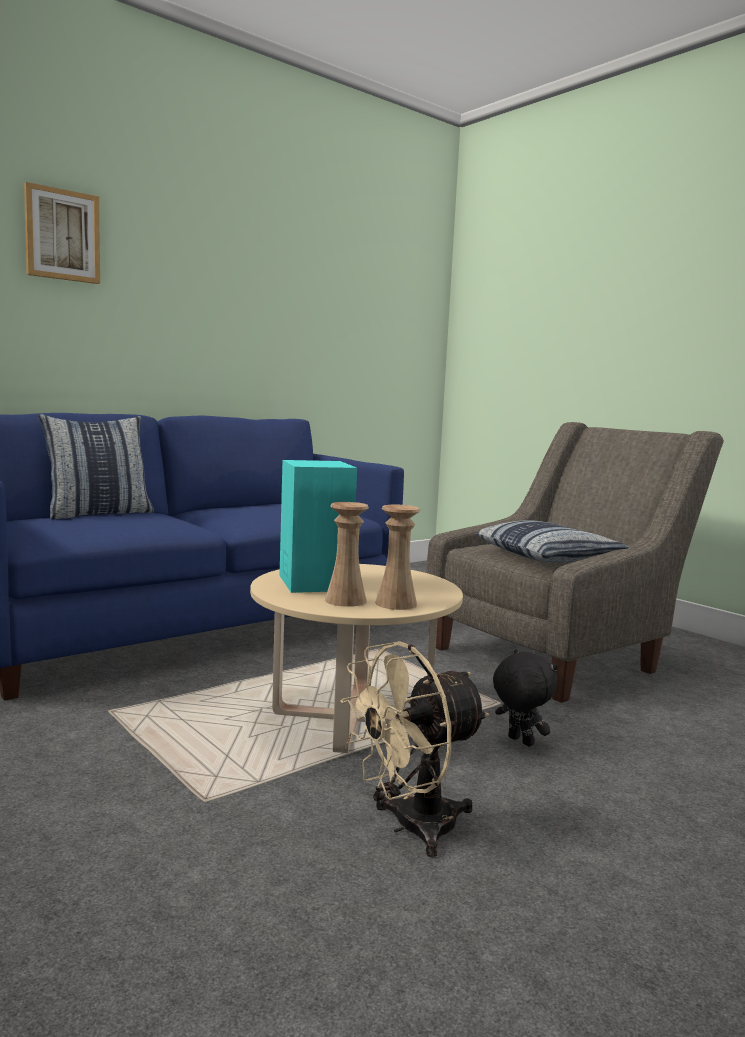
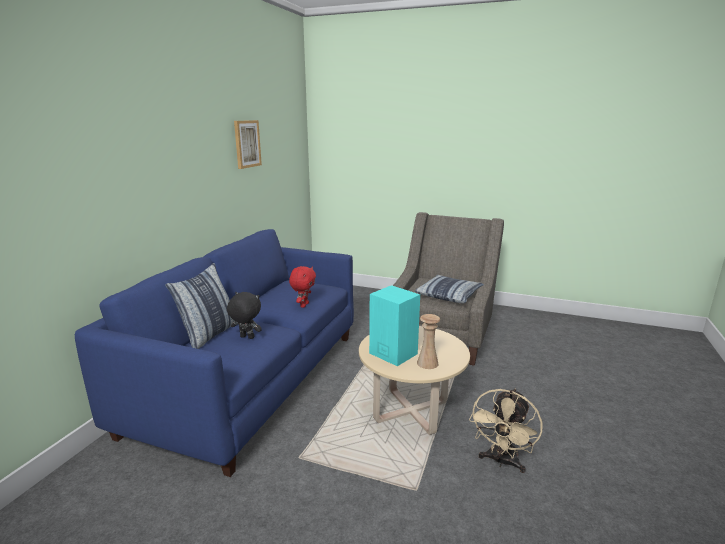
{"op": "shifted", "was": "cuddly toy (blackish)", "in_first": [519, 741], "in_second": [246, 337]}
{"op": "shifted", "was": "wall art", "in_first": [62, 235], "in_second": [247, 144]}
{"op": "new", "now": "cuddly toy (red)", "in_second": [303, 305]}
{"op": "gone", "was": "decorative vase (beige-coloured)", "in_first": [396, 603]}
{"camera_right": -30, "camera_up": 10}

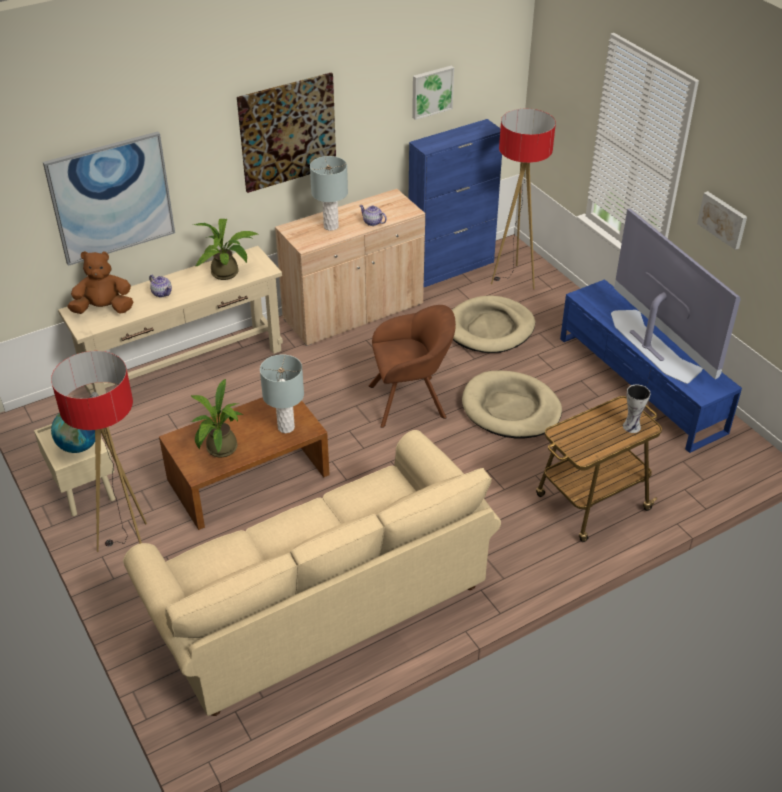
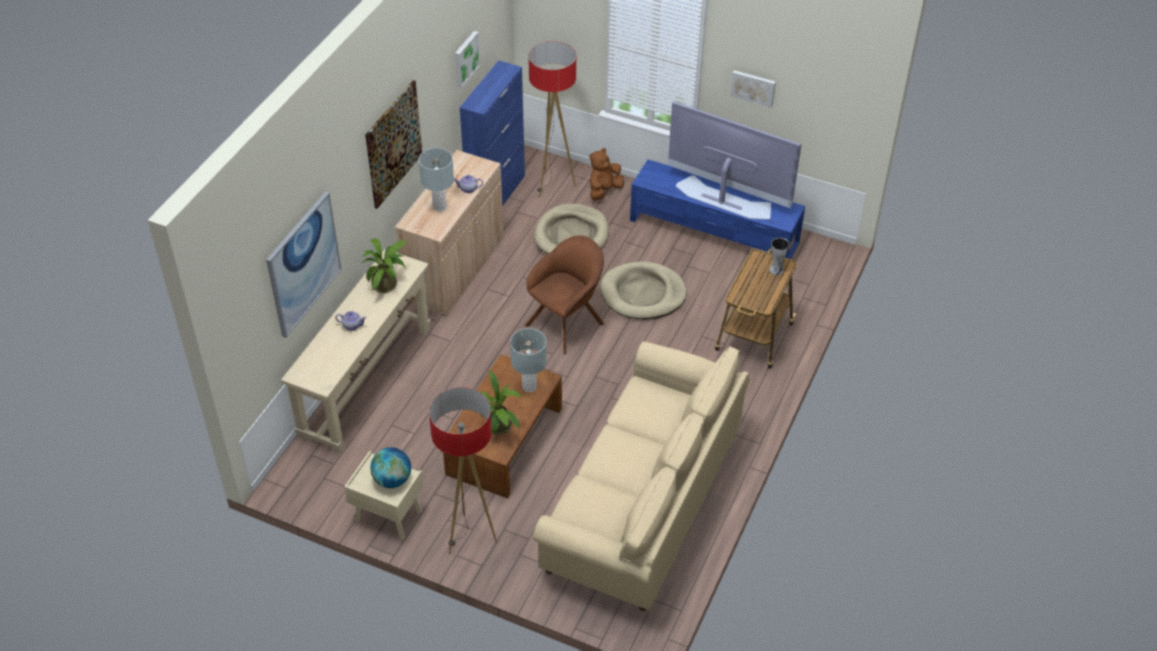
{"op": "shifted", "was": "cuddly toy (brown-coloured)", "in_first": [104, 309], "in_second": [604, 191]}
{"camera_right": -35, "camera_up": 5}

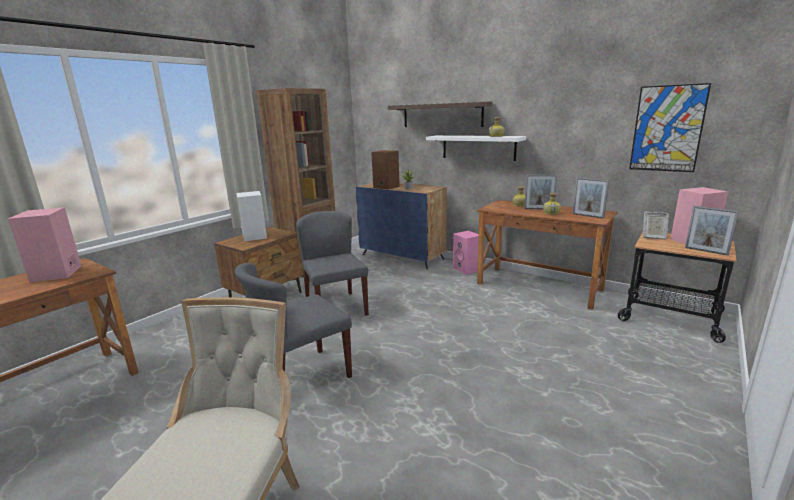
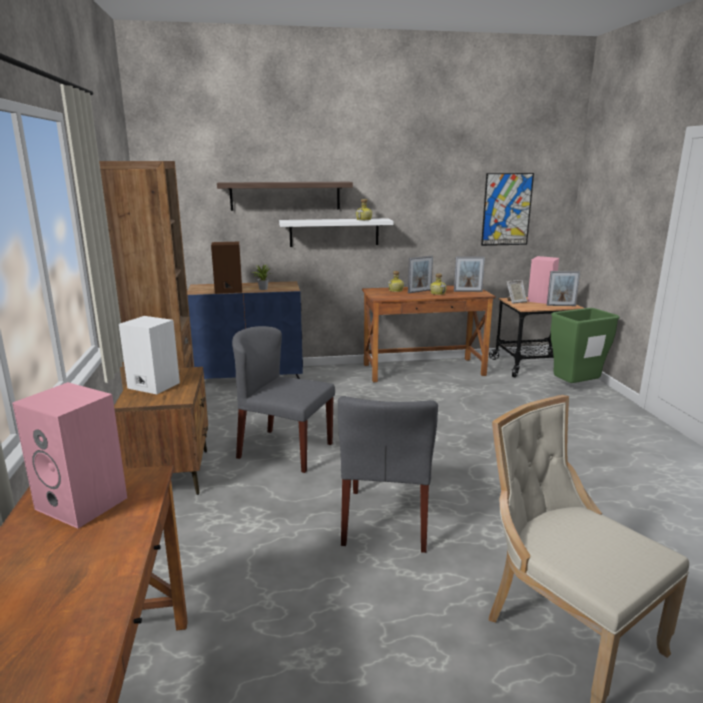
{"op": "new", "now": "trash can (greenish)", "in_second": [574, 388]}
{"op": "gone", "was": "loudspeaker (pink-coloured)", "in_first": [467, 269]}
{"camera_right": -45, "camera_up": 0}

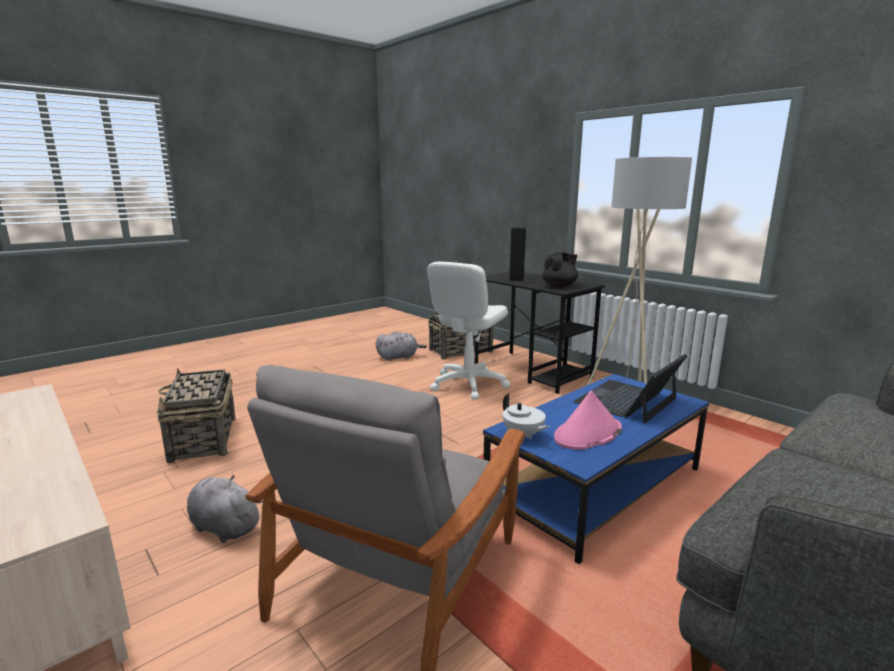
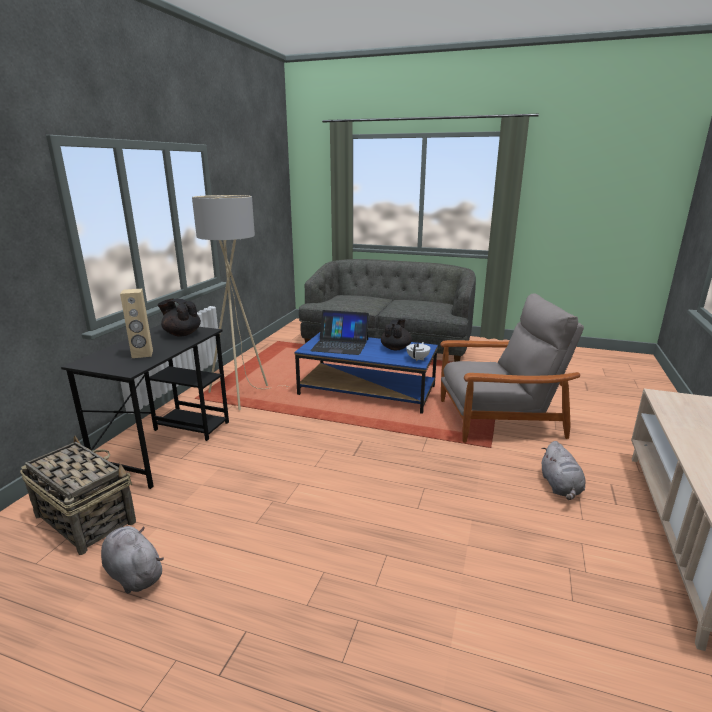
{"op": "repainted", "was": "loudspeaker (blackish)", "now": "loudspeaker (beige-coloured)", "in_first": [516, 279], "in_second": [142, 354]}
{"op": "swapped", "was": "hat (pink-coloured)", "now": "pot for tea (blackish)", "in_first": [587, 434], "in_second": [396, 348]}
{"op": "gone", "was": "household basket", "in_first": [203, 439]}
{"op": "gone", "was": "computer chair (white-coloured)", "in_first": [468, 384]}
{"camera_right": -120, "camera_up": 5}

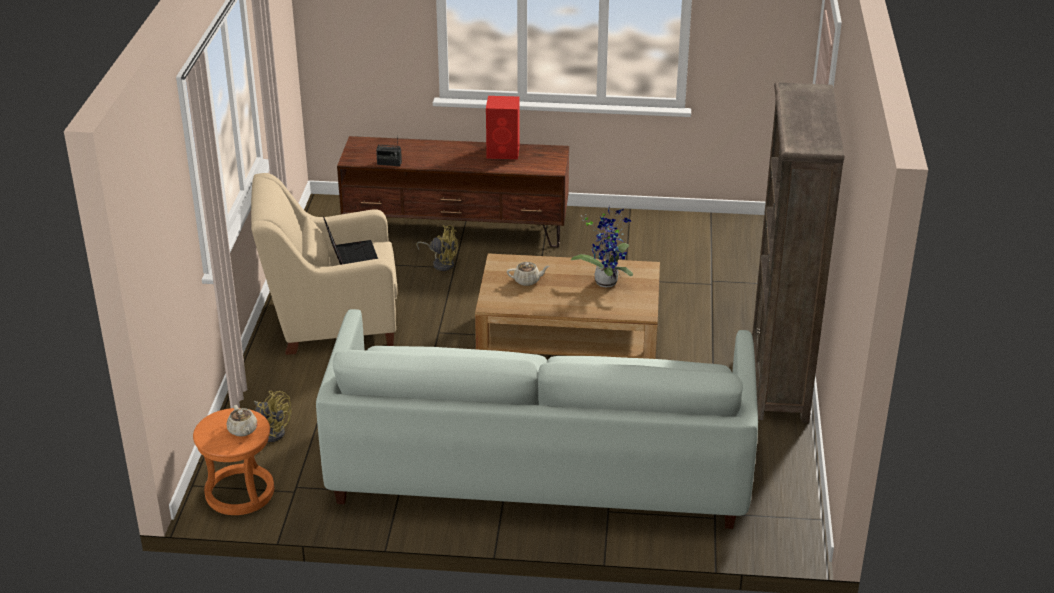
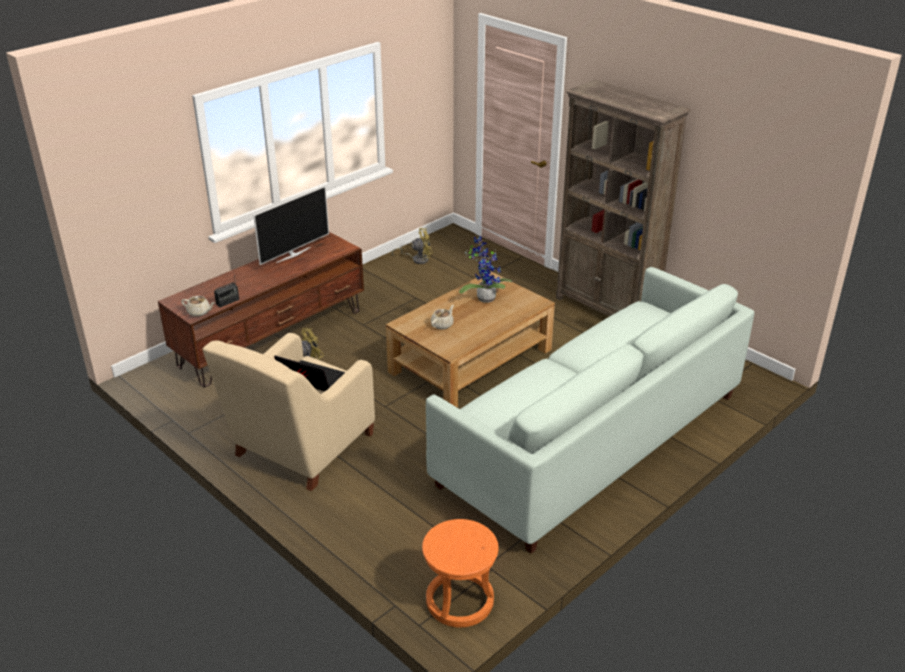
{"op": "shifted", "was": "pot for tea (beige-coloured)", "in_first": [243, 430], "in_second": [199, 312]}
{"op": "swapped", "was": "loudspeaker (red)", "now": "television", "in_first": [504, 152], "in_second": [293, 254]}
{"op": "shifted", "was": "fan (yellowish)", "in_first": [272, 431], "in_second": [417, 259]}
{"camera_right": -50, "camera_up": 0}

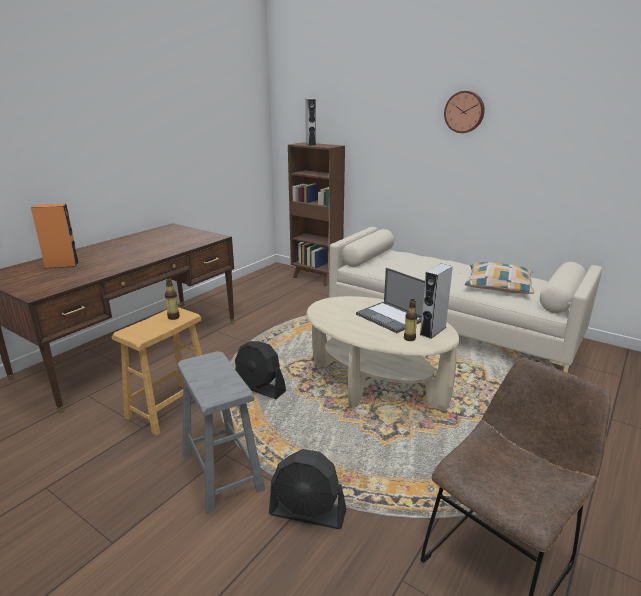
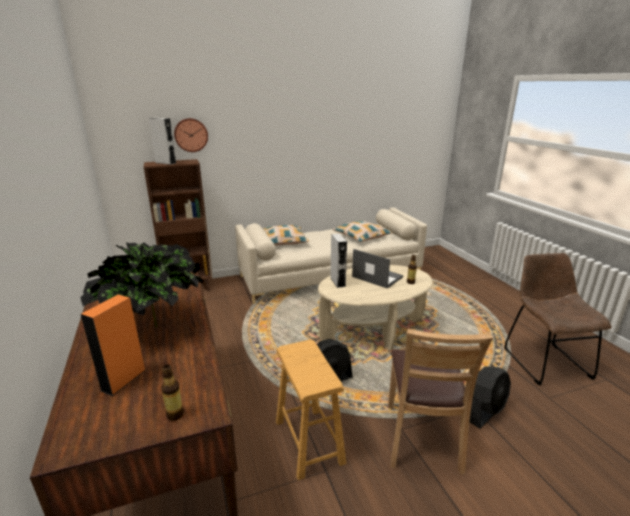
{"op": "new", "now": "houseplant", "in_second": [153, 328]}
{"op": "shifted", "was": "bottle", "in_first": [173, 317], "in_second": [175, 415]}
{"op": "shifted", "was": "hanging clock", "in_first": [464, 112], "in_second": [191, 135]}
{"op": "new", "now": "cushion", "in_second": [283, 241]}
{"op": "shifted", "was": "loudspeaker (gray)", "in_first": [433, 331], "in_second": [337, 282]}
{"op": "rotated", "was": "notebook computer", "in_first": [391, 317], "in_second": [376, 277], "clockwise": -135}
{"op": "swapped", "was": "sitting stool (gray)", "now": "upright chair (brown-coloured)", "in_first": [221, 472], "in_second": [421, 438]}
{"camera_right": -55, "camera_up": 0}

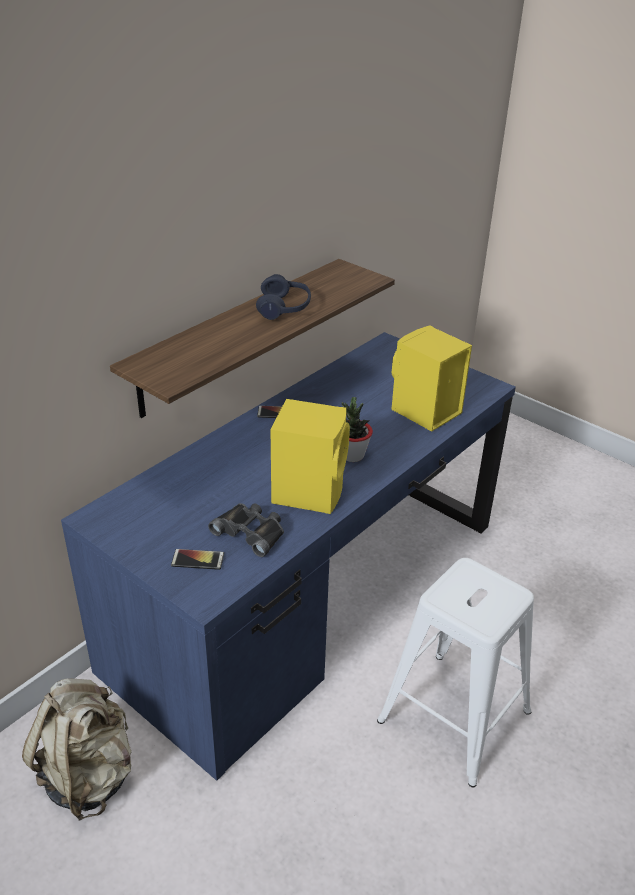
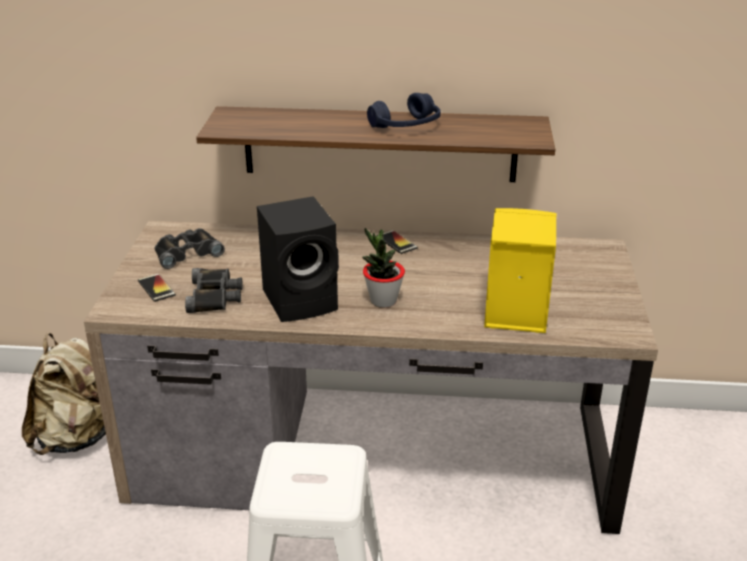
{"op": "repainted", "was": "desk (bluish)", "now": "desk (brown-coloured)", "in_first": [310, 594], "in_second": [373, 454]}
{"op": "new", "now": "field glasses (blackish)", "in_second": [187, 253]}
{"op": "repainted", "was": "loudspeaker (yellowish)", "now": "loudspeaker (blackish)", "in_first": [309, 491], "in_second": [303, 300]}
{"camera_right": 55, "camera_up": -5}

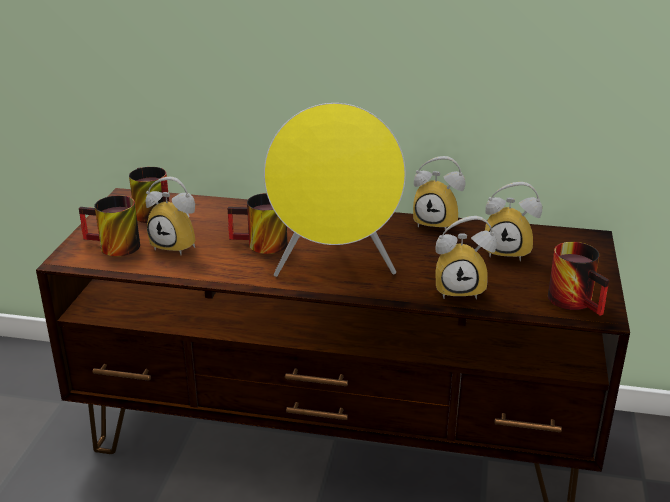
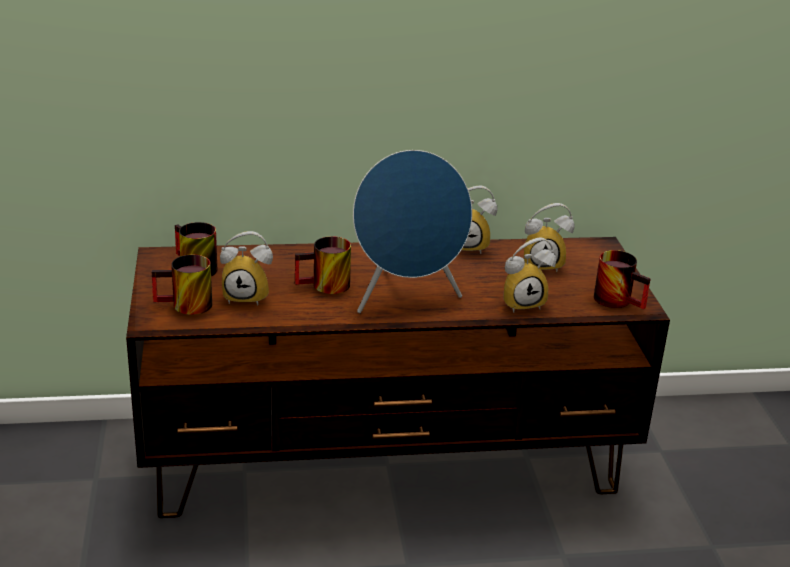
{"op": "repainted", "was": "loudspeaker (yellowish)", "now": "loudspeaker (bluish)", "in_first": [335, 268], "in_second": [406, 299]}
{"camera_right": -20, "camera_up": 0}

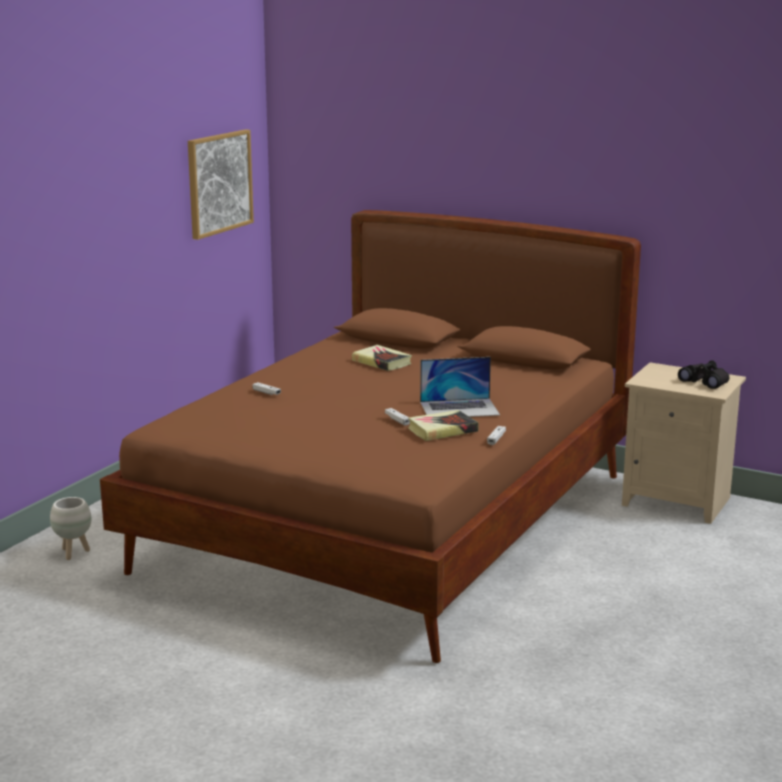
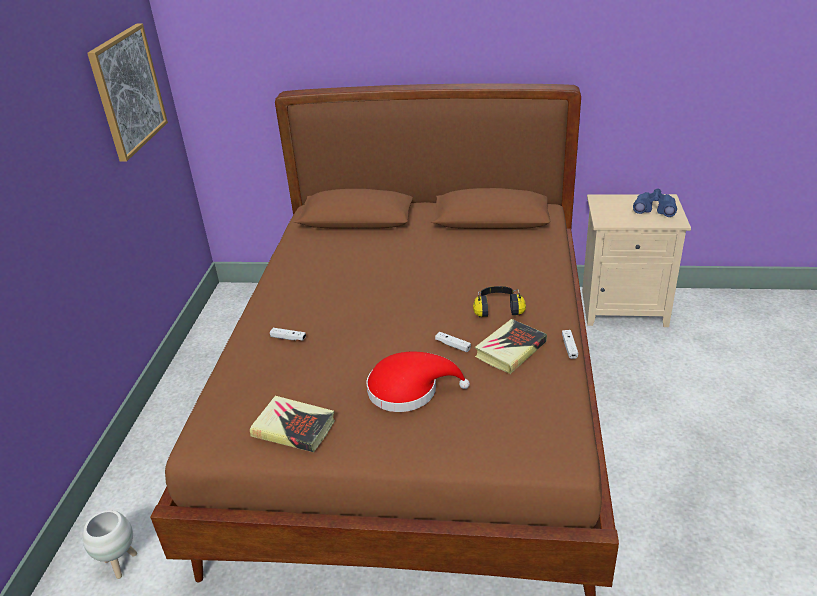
{"op": "shifted", "was": "bound book", "in_first": [382, 362], "in_second": [293, 428]}
{"op": "new", "now": "hat (red)", "in_second": [409, 390]}
{"op": "swapped", "was": "notebook computer", "now": "pair of headphones", "in_first": [459, 408], "in_second": [498, 309]}
{"op": "repainted", "was": "field glasses (blackish)", "now": "field glasses (bluish)", "in_first": [705, 382], "in_second": [654, 209]}
{"camera_right": -20, "camera_up": 15}

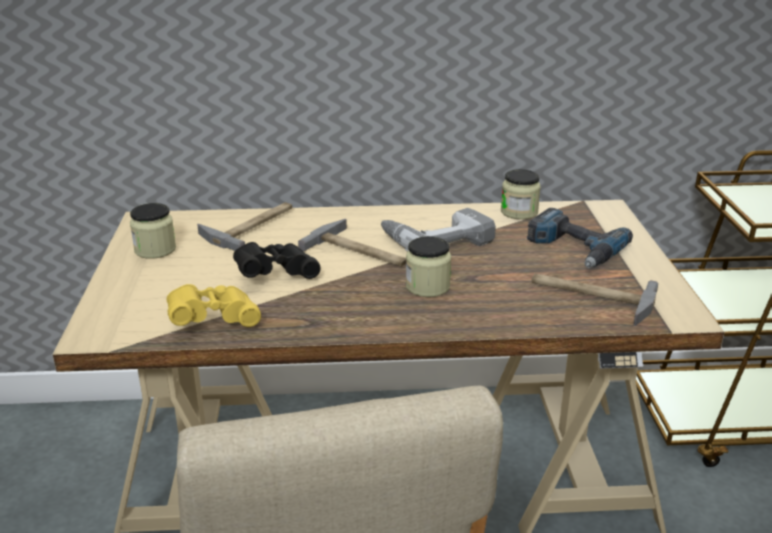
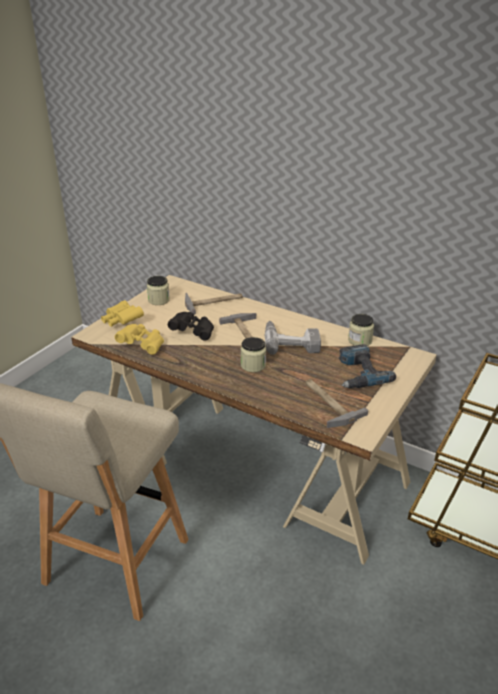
{"op": "new", "now": "field glasses (yellowish)", "in_second": [121, 321]}
{"camera_right": 35, "camera_up": 5}

